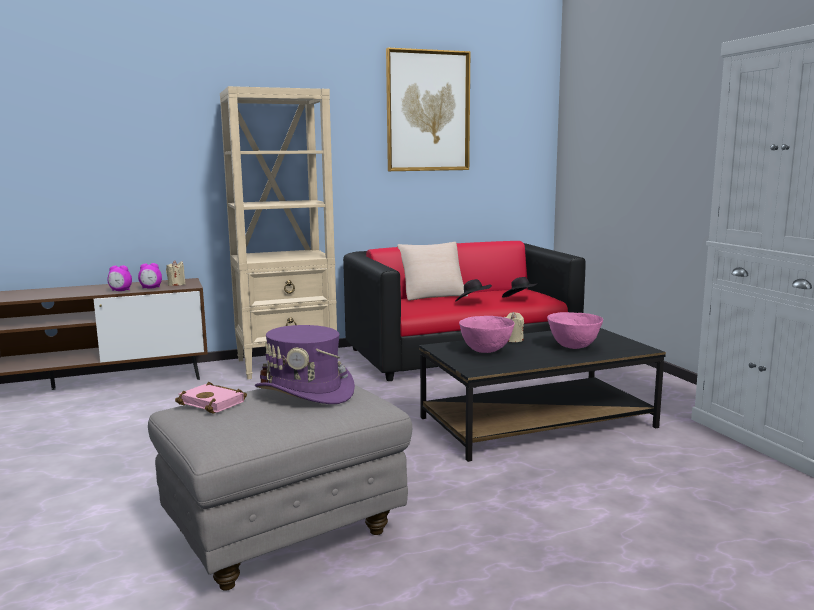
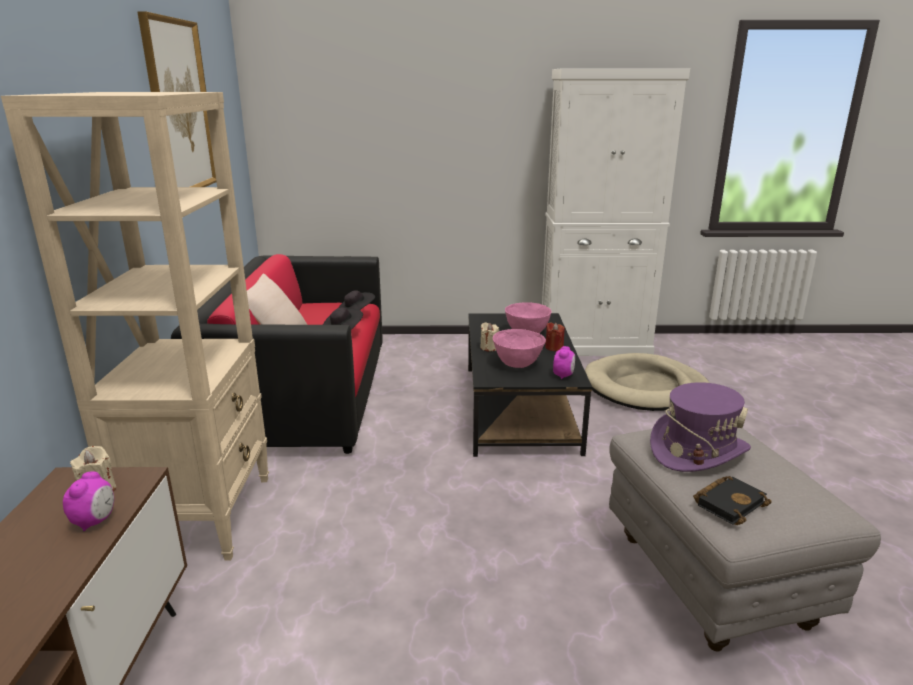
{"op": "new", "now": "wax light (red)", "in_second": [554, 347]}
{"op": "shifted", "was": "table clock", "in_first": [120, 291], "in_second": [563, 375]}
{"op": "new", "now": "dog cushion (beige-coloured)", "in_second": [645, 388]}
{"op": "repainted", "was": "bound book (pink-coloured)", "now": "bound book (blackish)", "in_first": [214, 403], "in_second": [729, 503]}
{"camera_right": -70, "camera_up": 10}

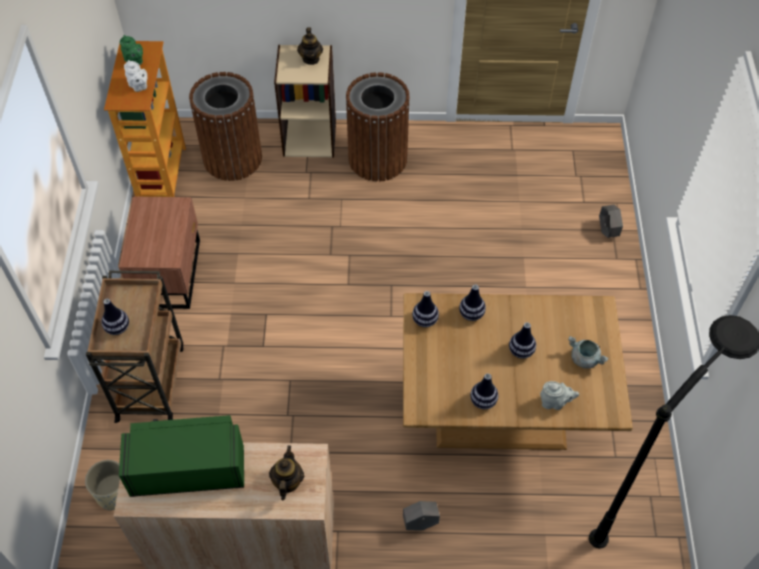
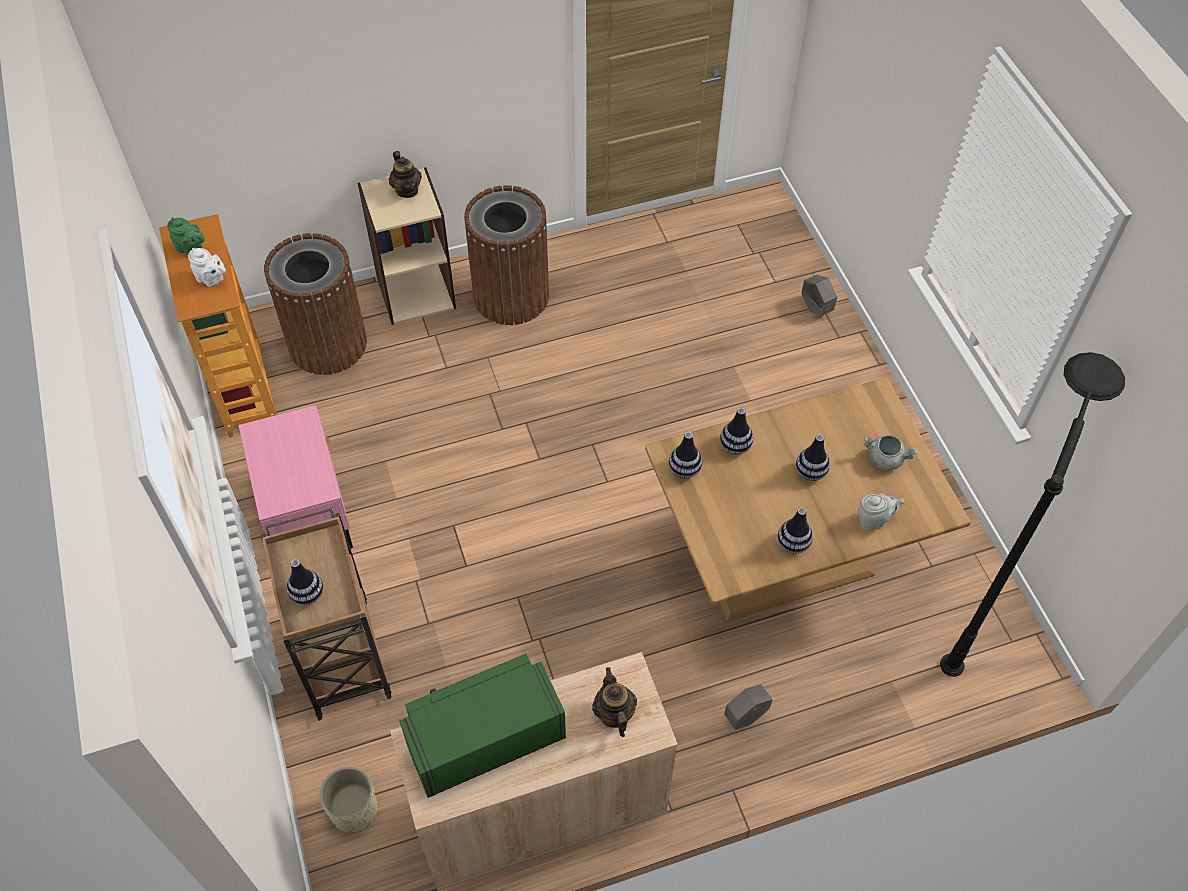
{"op": "repainted", "was": "nightstand (brown-coloured)", "now": "nightstand (pink-coloured)", "in_first": [170, 272], "in_second": [307, 509]}
{"camera_right": -20, "camera_up": 0}

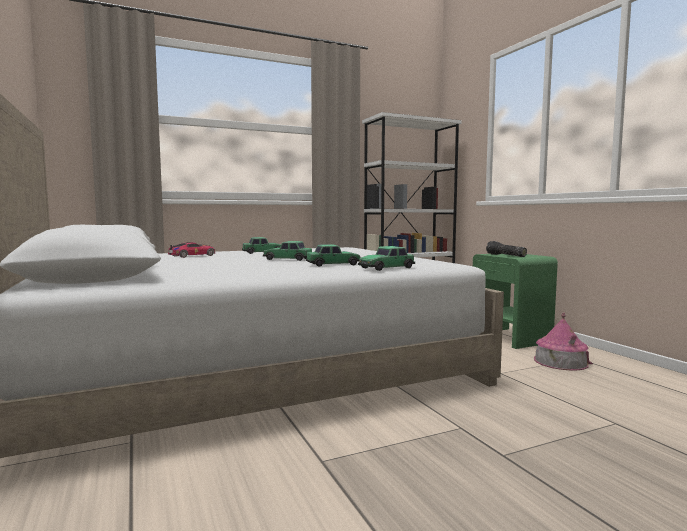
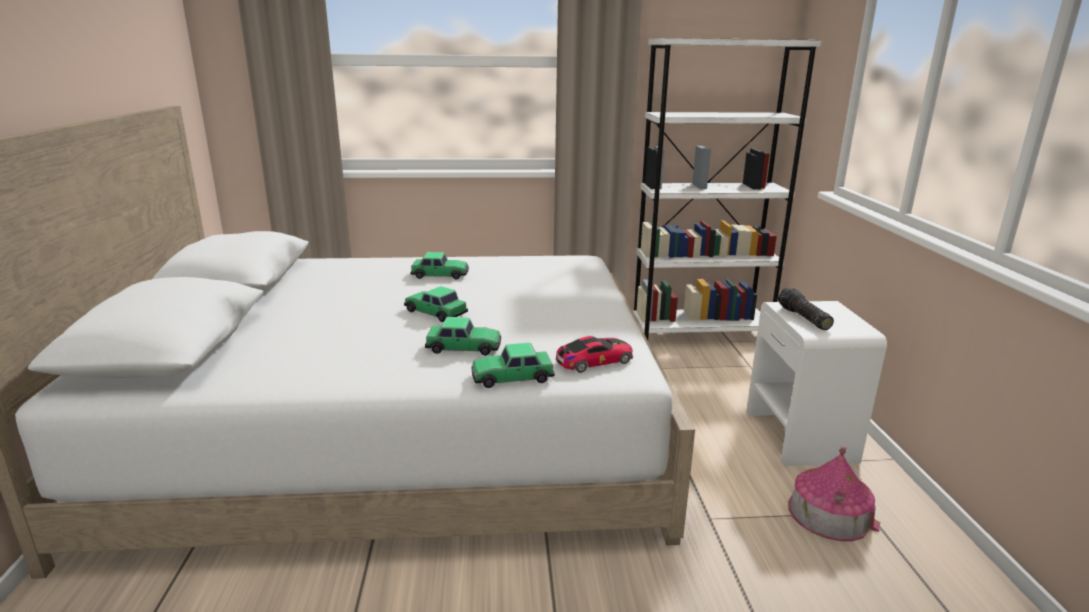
{"op": "shifted", "was": "miniature car", "in_first": [192, 256], "in_second": [594, 361]}
{"op": "repainted", "was": "nightstand (greenish)", "now": "nightstand (white-coloured)", "in_first": [510, 337], "in_second": [800, 436]}
{"camera_right": 20, "camera_up": 15}

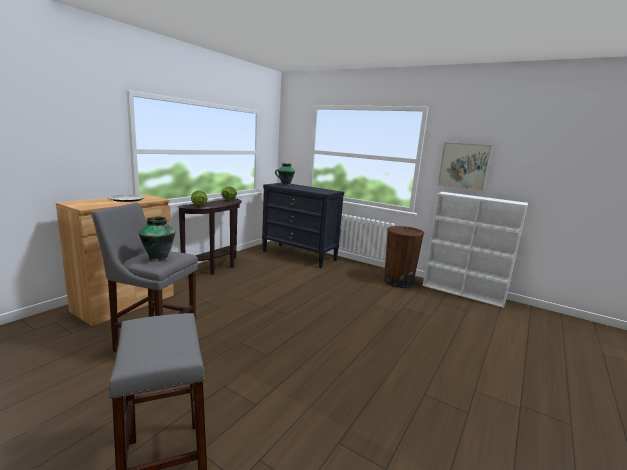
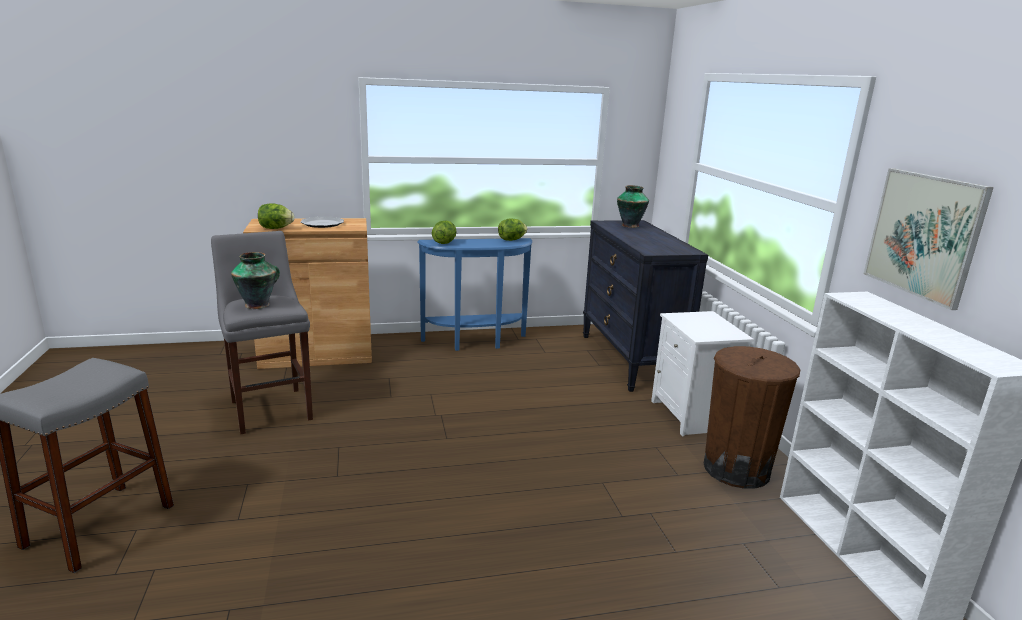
{"op": "new", "now": "lettuce head", "in_second": [275, 228]}
{"op": "repainted", "was": "console table (brown-coloured)", "now": "console table (bluish)", "in_first": [216, 268], "in_second": [476, 343]}
{"op": "new", "now": "nightstand (white-coloured)", "in_second": [692, 416]}
{"camera_right": 45, "camera_up": 5}

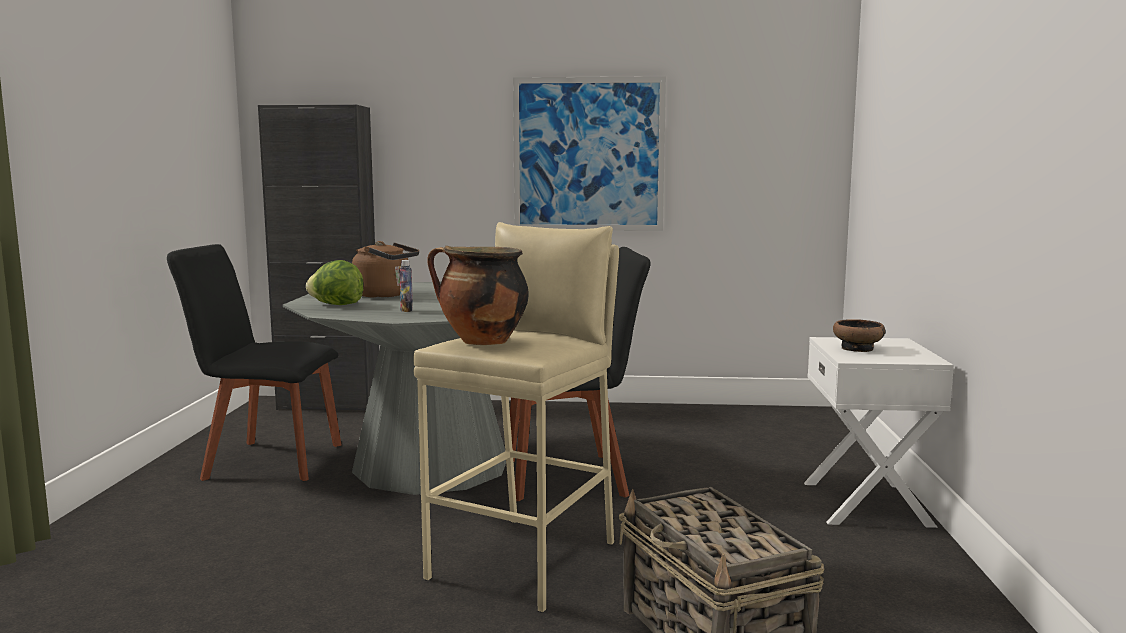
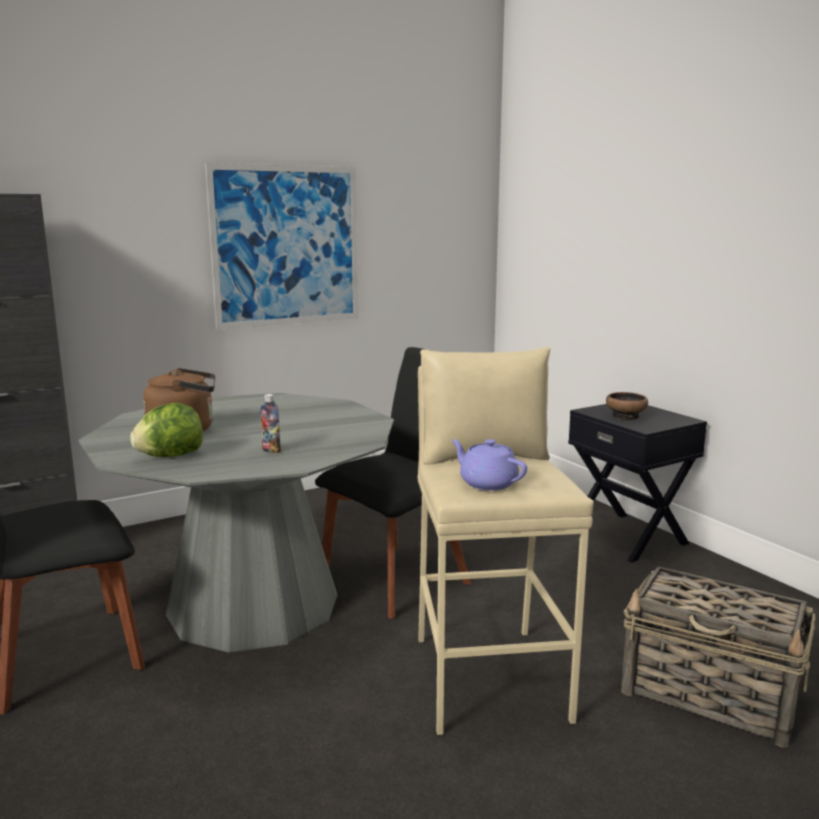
{"op": "swapped", "was": "saucepot", "now": "pot for tea (purplish)", "in_first": [481, 342], "in_second": [487, 483]}
{"op": "repainted", "was": "nightstand (white-coloured)", "now": "nightstand (blackish)", "in_first": [868, 504], "in_second": [628, 536]}
{"camera_right": -35, "camera_up": 5}

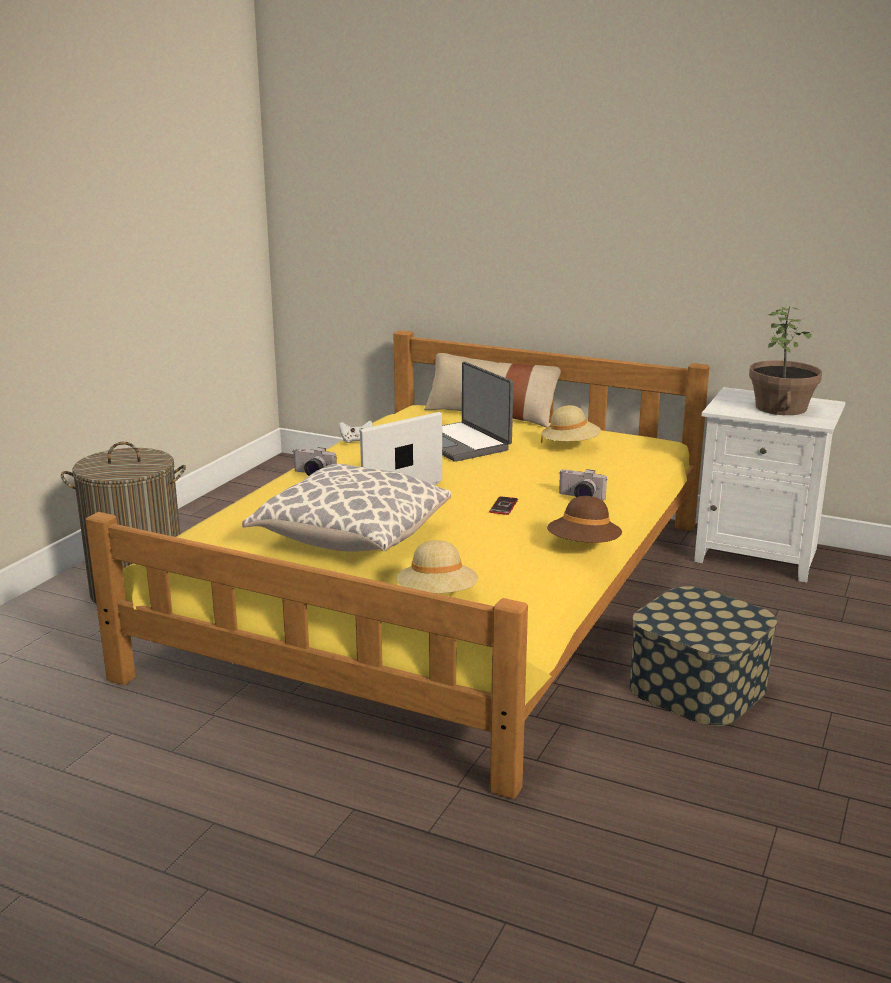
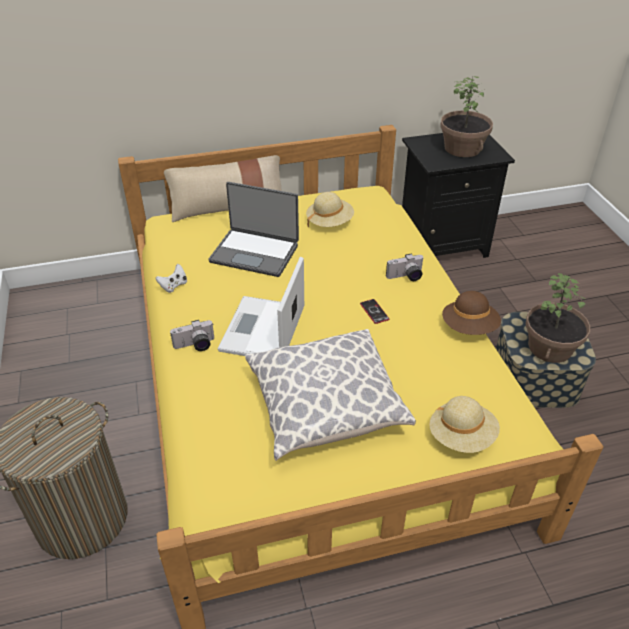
{"op": "repainted", "was": "nightstand (white-coloured)", "now": "nightstand (blackish)", "in_first": [757, 554], "in_second": [441, 245]}
{"op": "new", "now": "houseplant", "in_second": [550, 348]}
{"camera_right": -40, "camera_up": 20}

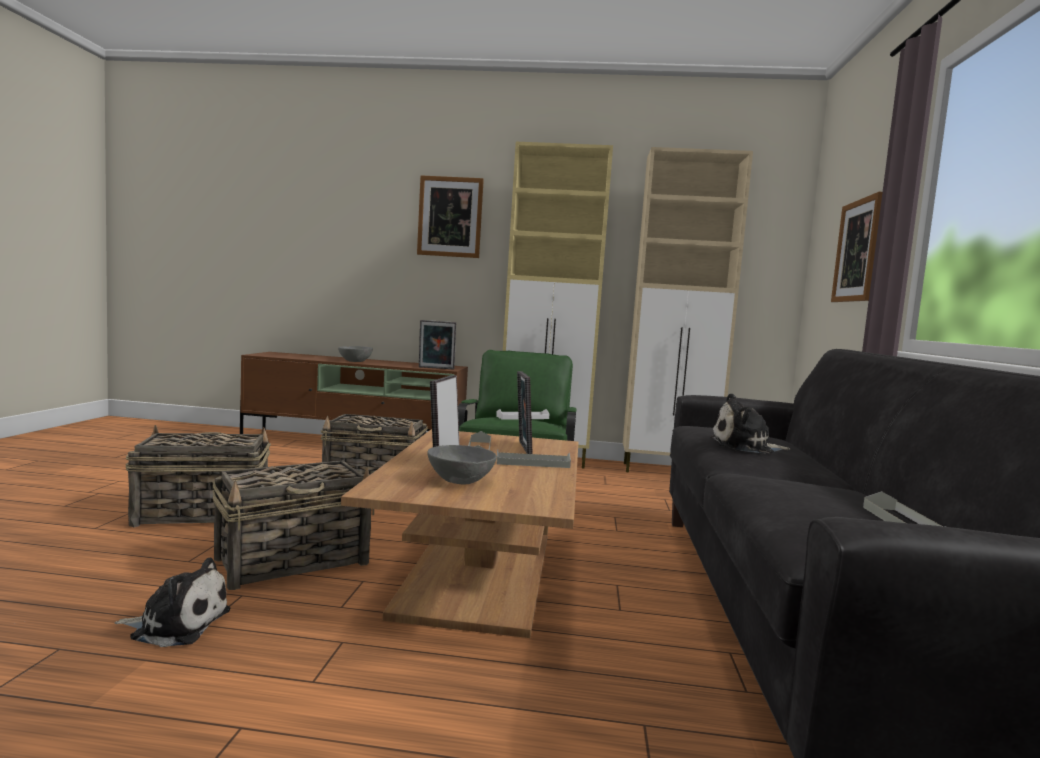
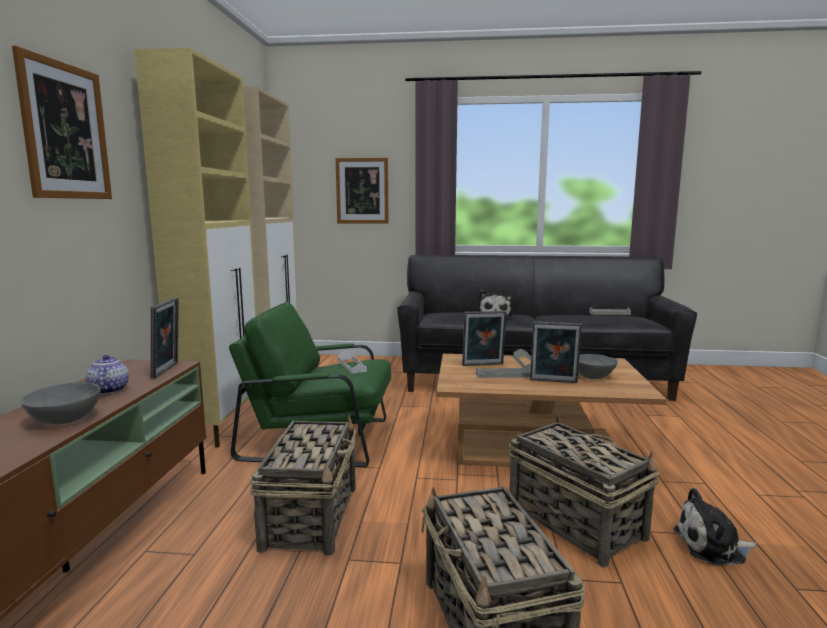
{"op": "new", "now": "pot for tea", "in_second": [108, 390]}
{"op": "rotated", "was": "cuddly toy", "in_first": [177, 624], "in_second": [713, 546], "clockwise": -90}
{"camera_right": -90, "camera_up": 5}

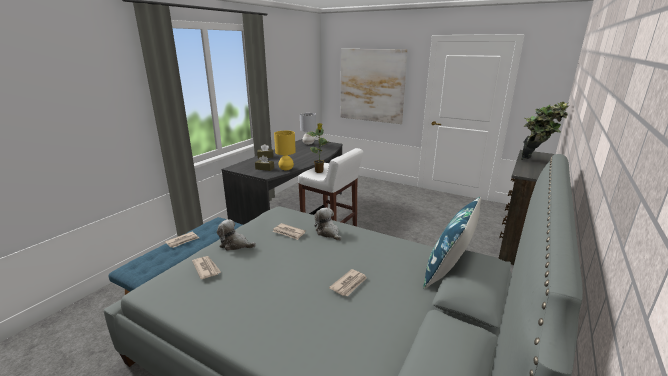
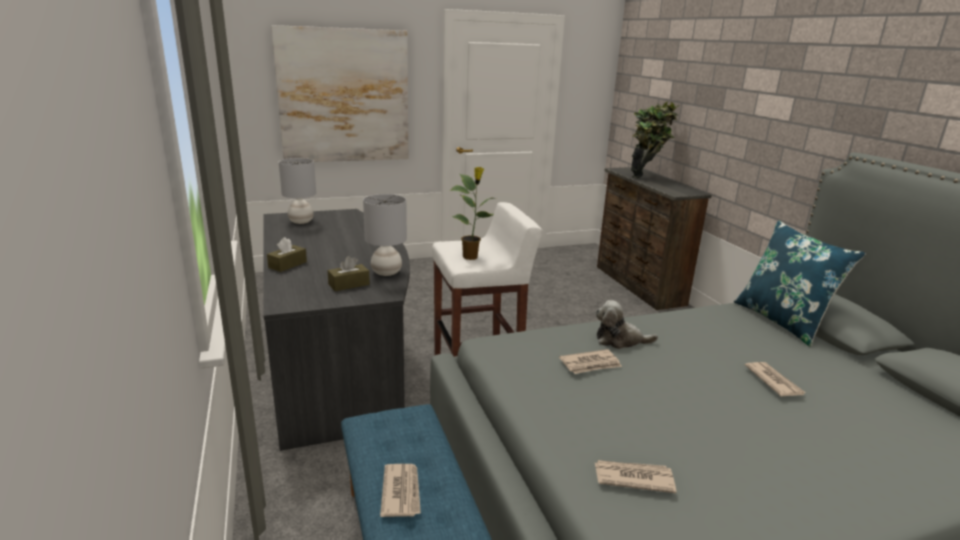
{"op": "repainted", "was": "tabletop lamp (yellowish)", "now": "tabletop lamp (gray)", "in_first": [286, 169], "in_second": [387, 272]}
{"op": "gone", "was": "cuddly toy", "in_first": [235, 245]}
{"camera_right": -50, "camera_up": 0}

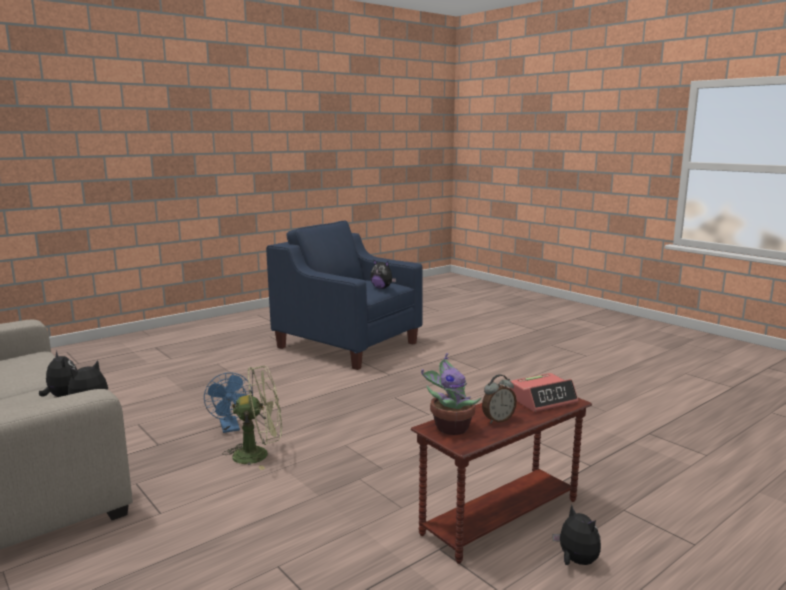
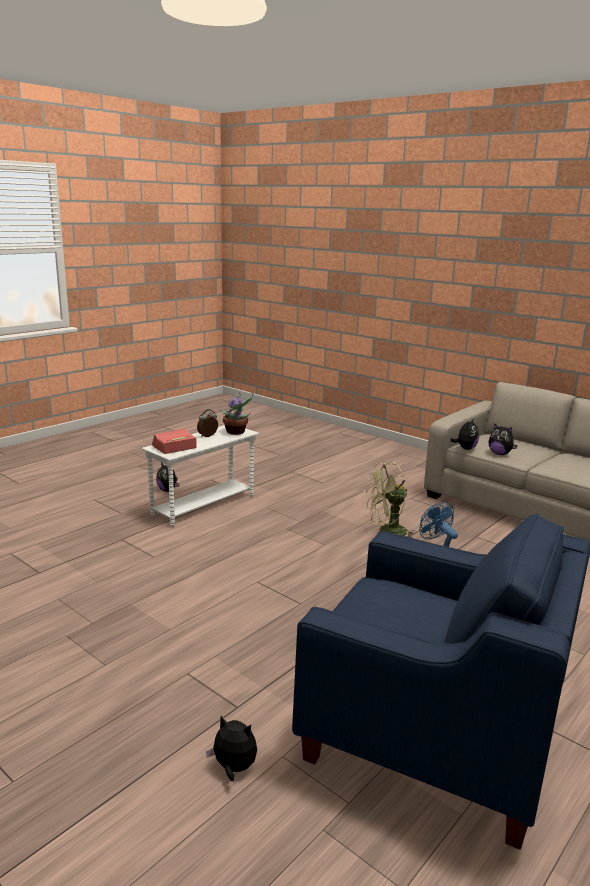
{"op": "repainted", "was": "accent table (brown-coloured)", "now": "accent table (white-coloured)", "in_first": [499, 517], "in_second": [204, 505]}
{"op": "shifted", "was": "cuddly toy", "in_first": [382, 288], "in_second": [233, 768]}
{"camera_right": 170, "camera_up": 5}

